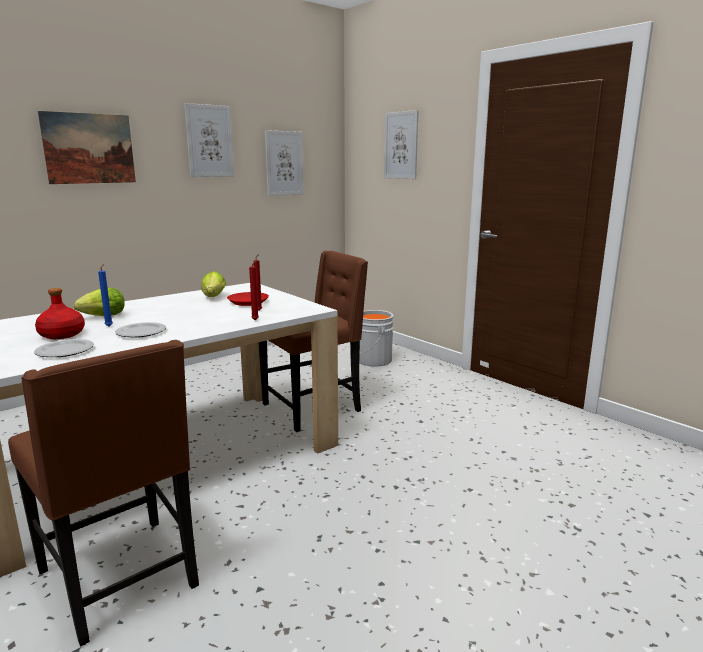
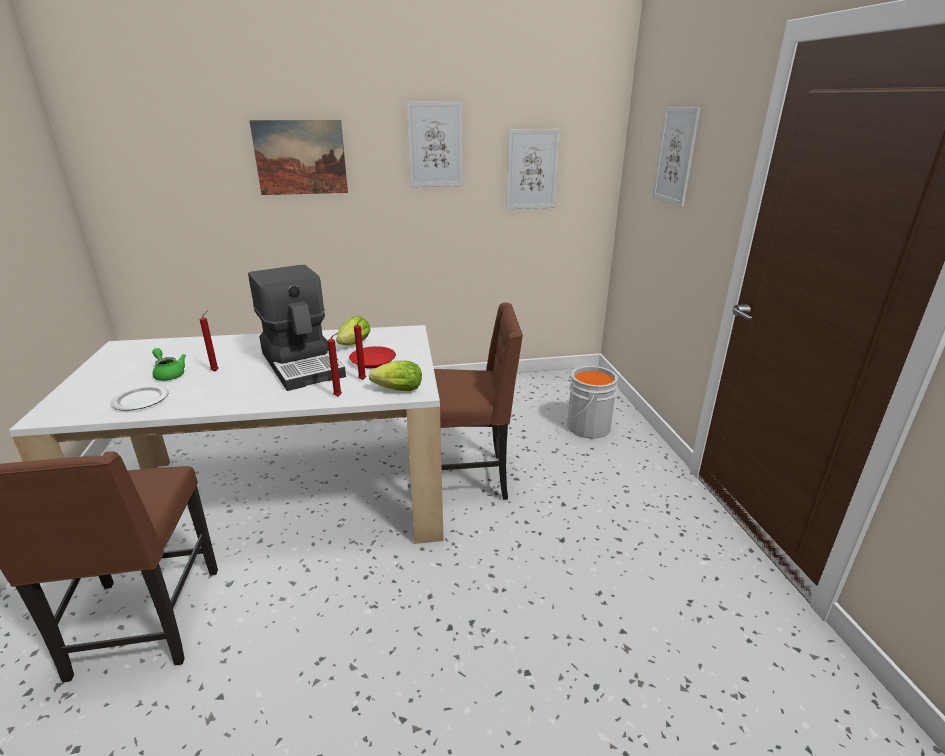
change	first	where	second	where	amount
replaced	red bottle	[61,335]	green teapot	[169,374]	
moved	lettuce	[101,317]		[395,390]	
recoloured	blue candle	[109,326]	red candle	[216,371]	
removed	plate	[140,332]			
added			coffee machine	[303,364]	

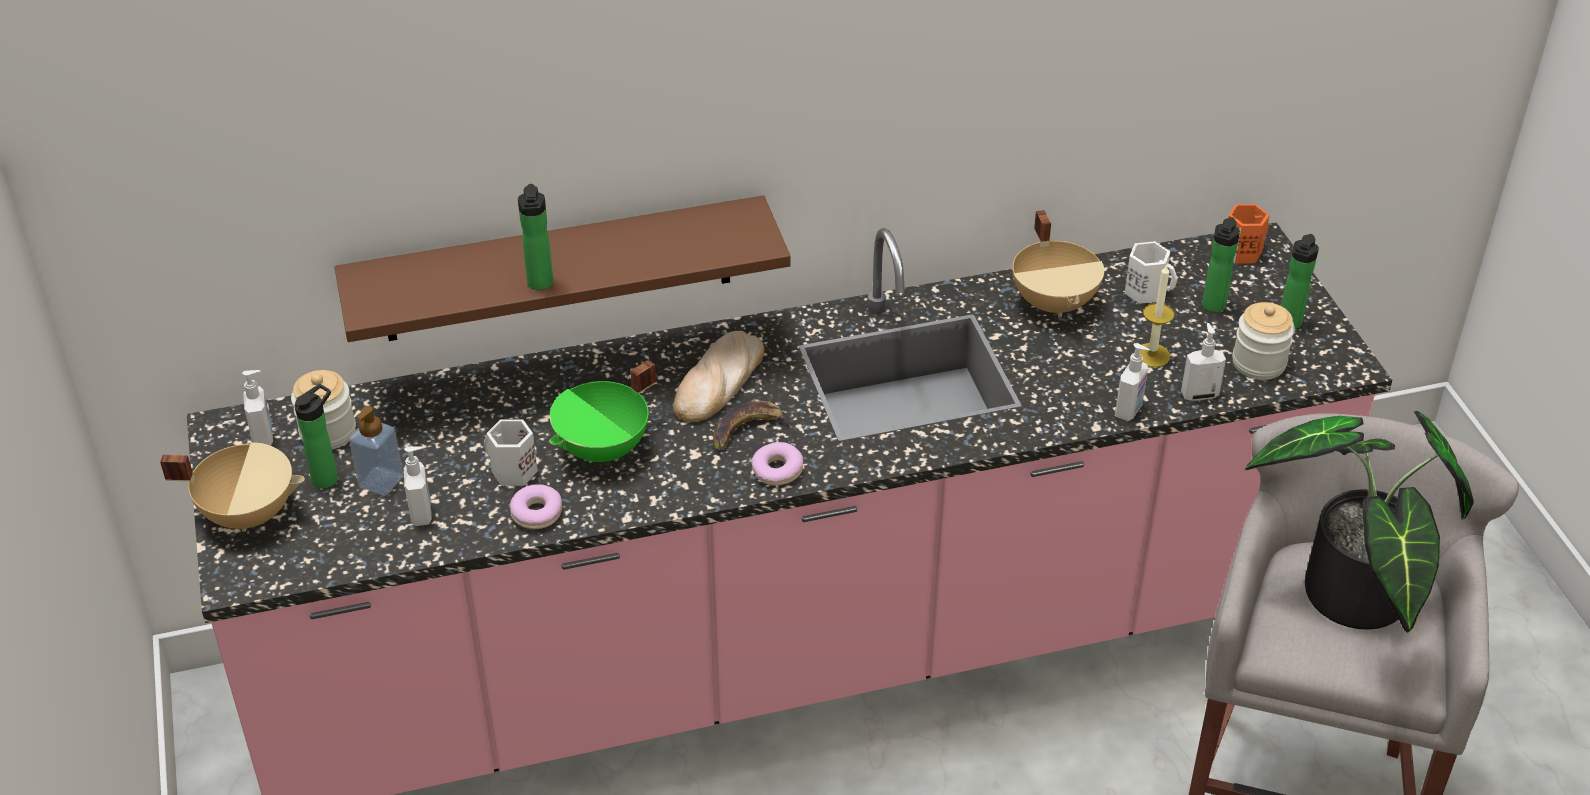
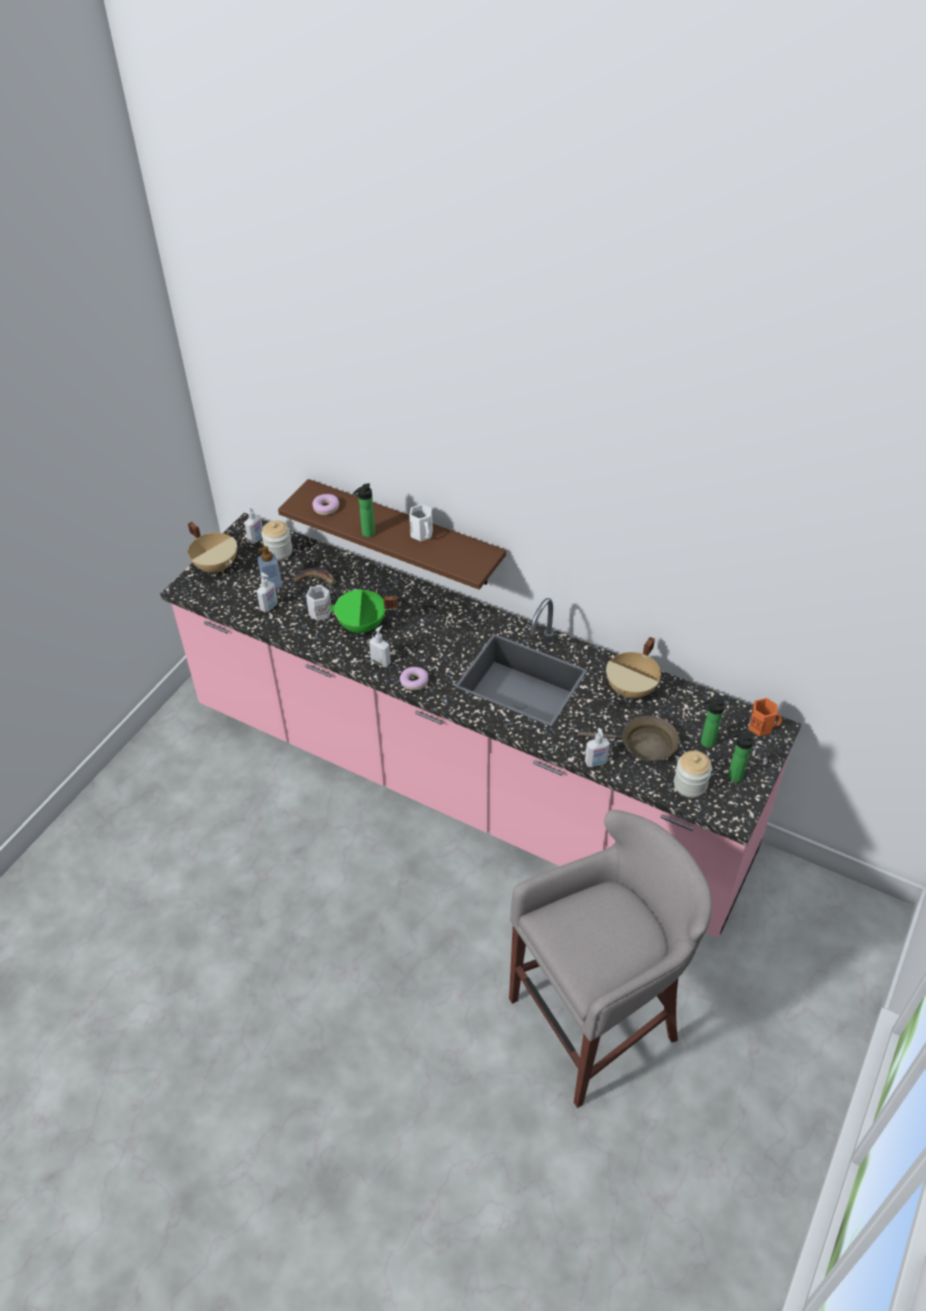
change	first	where	second	where	amount
removed	bottle	[328,477]			
moved	donut	[537,513]		[326,508]	
removed	bread	[719,382]			
moved	banana	[748,430]		[315,581]	
moved	white mug	[1146,290]		[422,533]	
replaced	candle	[1152,355]	brown frying pan	[643,745]	
moved	soap dispenser	[1199,394]		[381,661]	
removed	potted plant	[1350,602]			

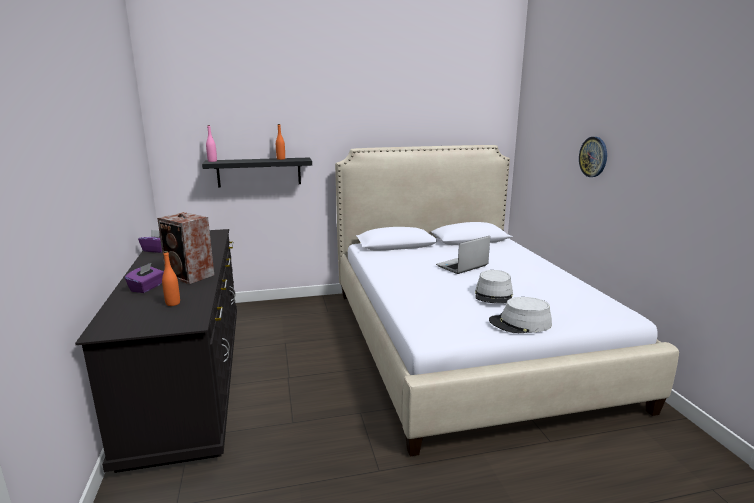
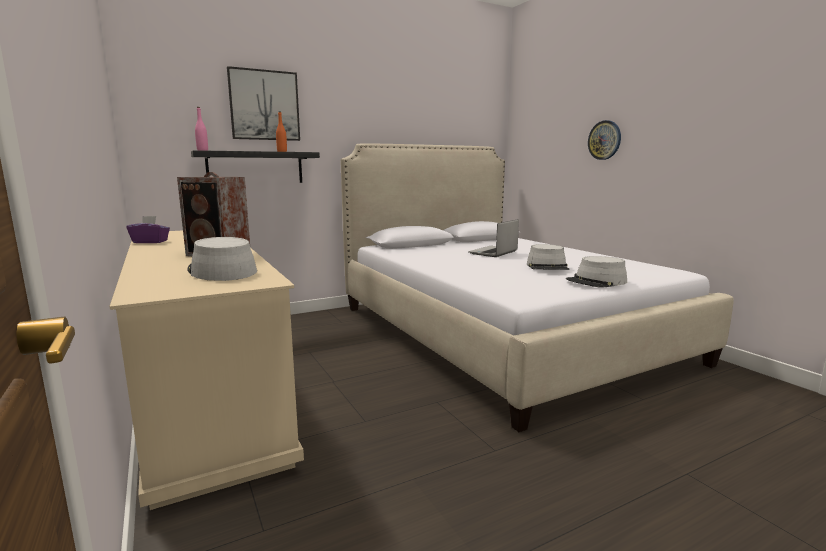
change	first	where	second	where	amount
recoloured	black dresser	[190,378]	beige dresser	[208,396]	
removed	purple tissue box	[147,288]			
replaced	orange bottle	[173,303]	grey hat	[221,271]	
added			picture	[264,105]	

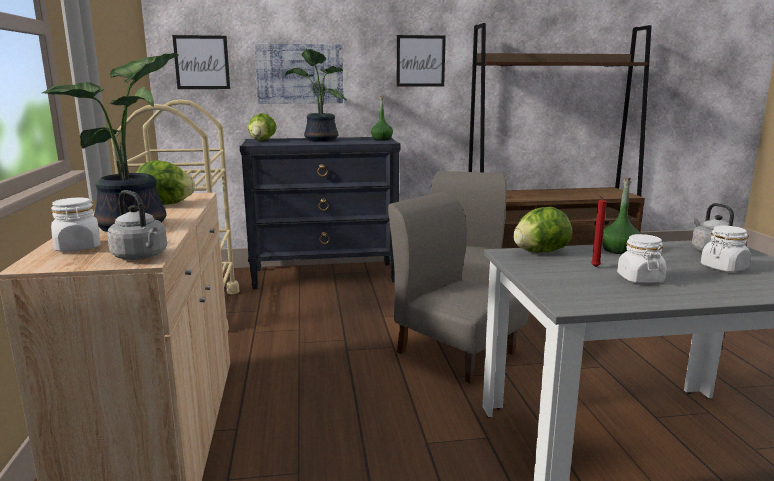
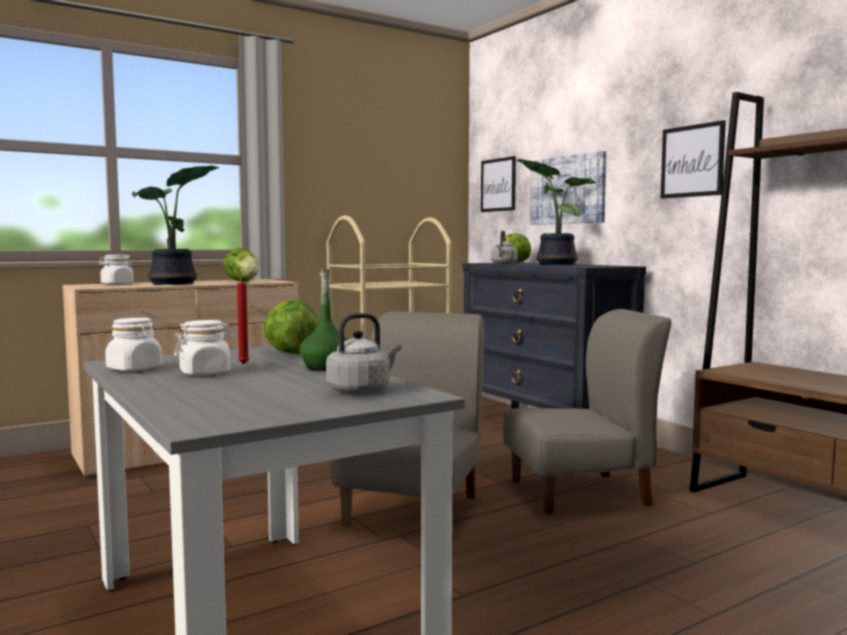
change	first	where	second	where	amount
moved	grey kettle	[141,256]		[503,263]	
removed	green bottle	[382,139]			
moved	white jar	[723,267]		[135,369]	

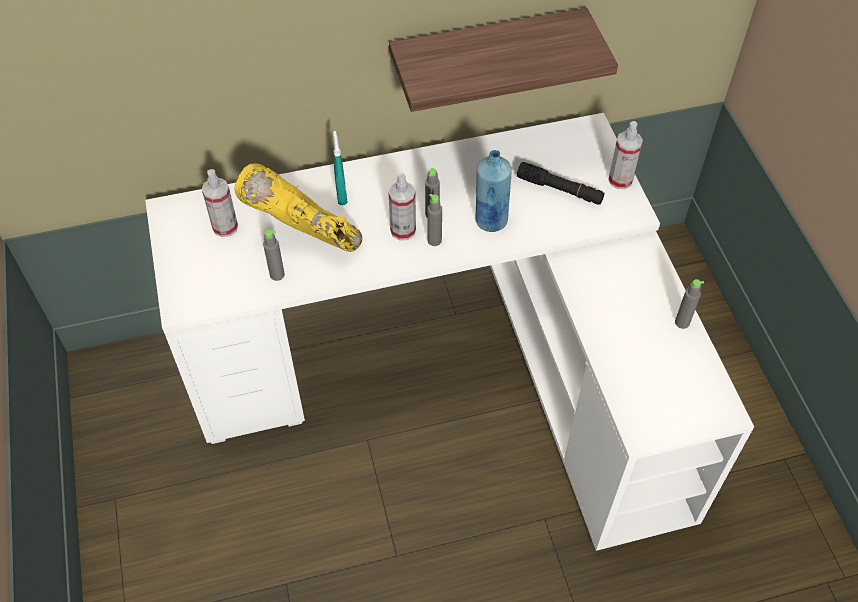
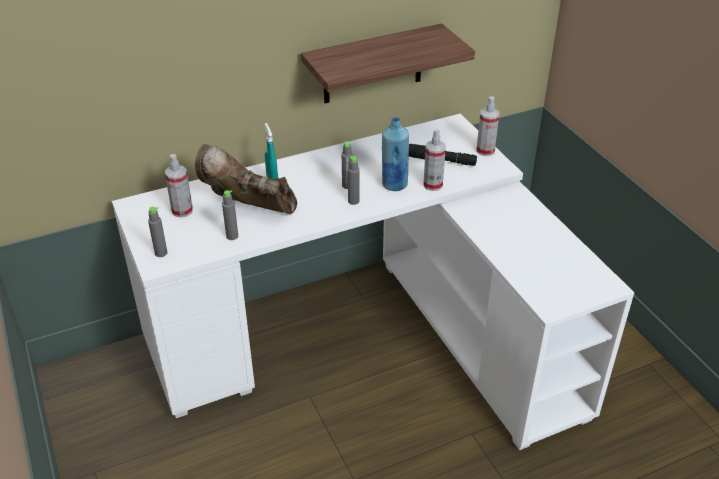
change	first	where	second	where	amount
recoloured	yellow boot	[304,237]	brown boot	[249,210]	
moved	spray bottle	[403,230]		[433,185]	
moved	grey bottle	[682,322]		[161,253]	

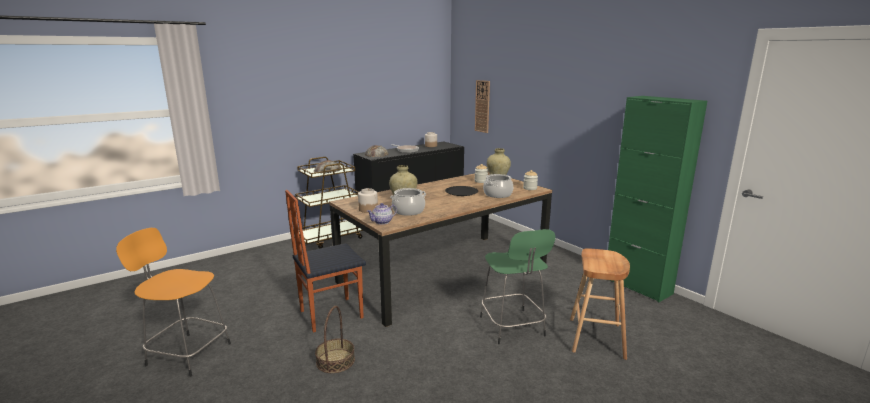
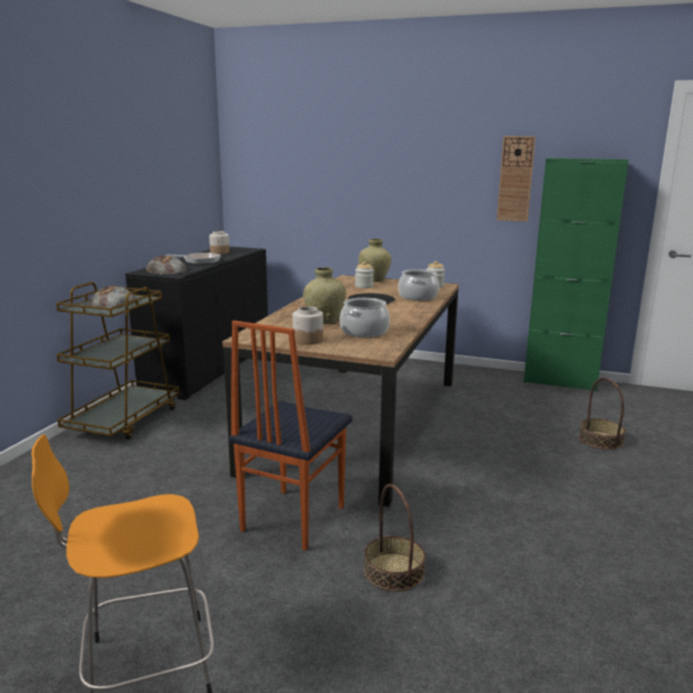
change	first	where	second	where	amount
removed	teapot	[382,222]			
moved	wall clock	[482,106]		[515,179]	
removed	green stool	[512,327]			
replaced	brown stool	[596,338]	basket	[601,440]	

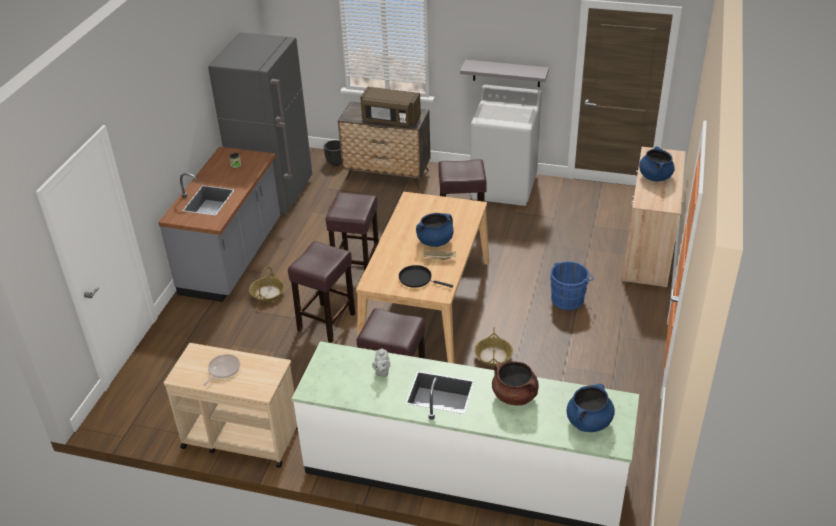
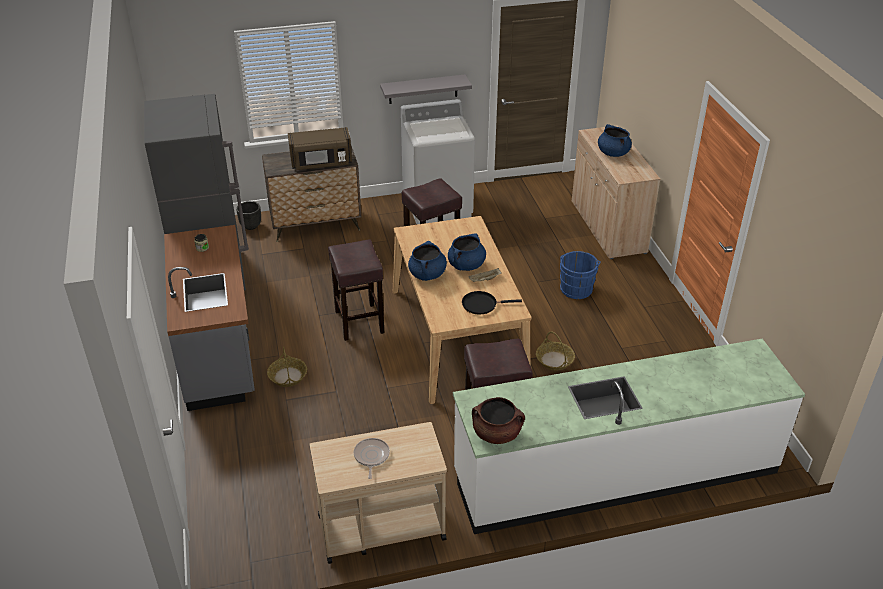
change	first	where	second	where	amount
removed	brown stool	[327,321]			
removed	grey teapot	[382,372]			
moved	brown cooking pot	[515,396]		[497,433]	
moved	blue cooking pot	[589,422]		[427,274]	

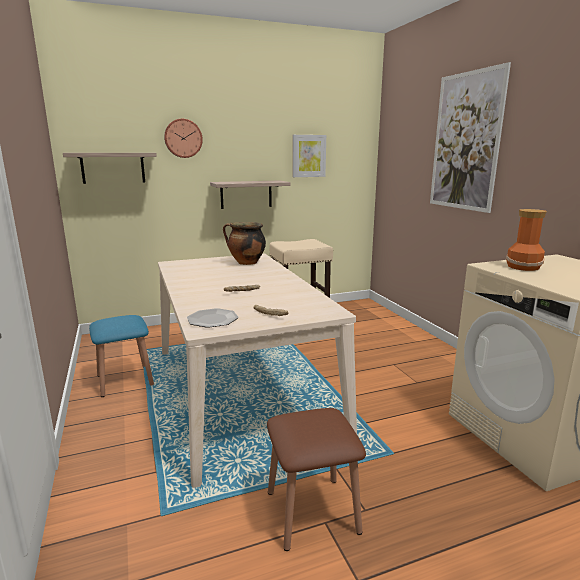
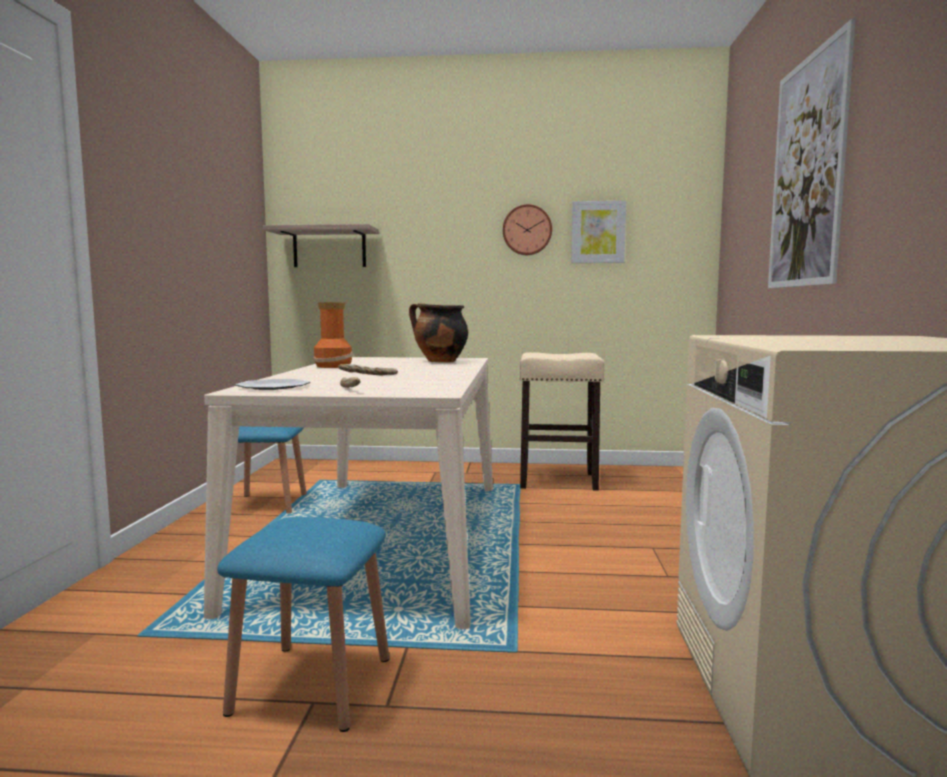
change	first	where	second	where	amount
moved	wall clock	[183,138]		[527,230]	
removed	shelf	[246,194]			
recoloured	brown stool	[312,511]	blue stool	[312,684]	
moved	vase	[523,267]		[334,366]	

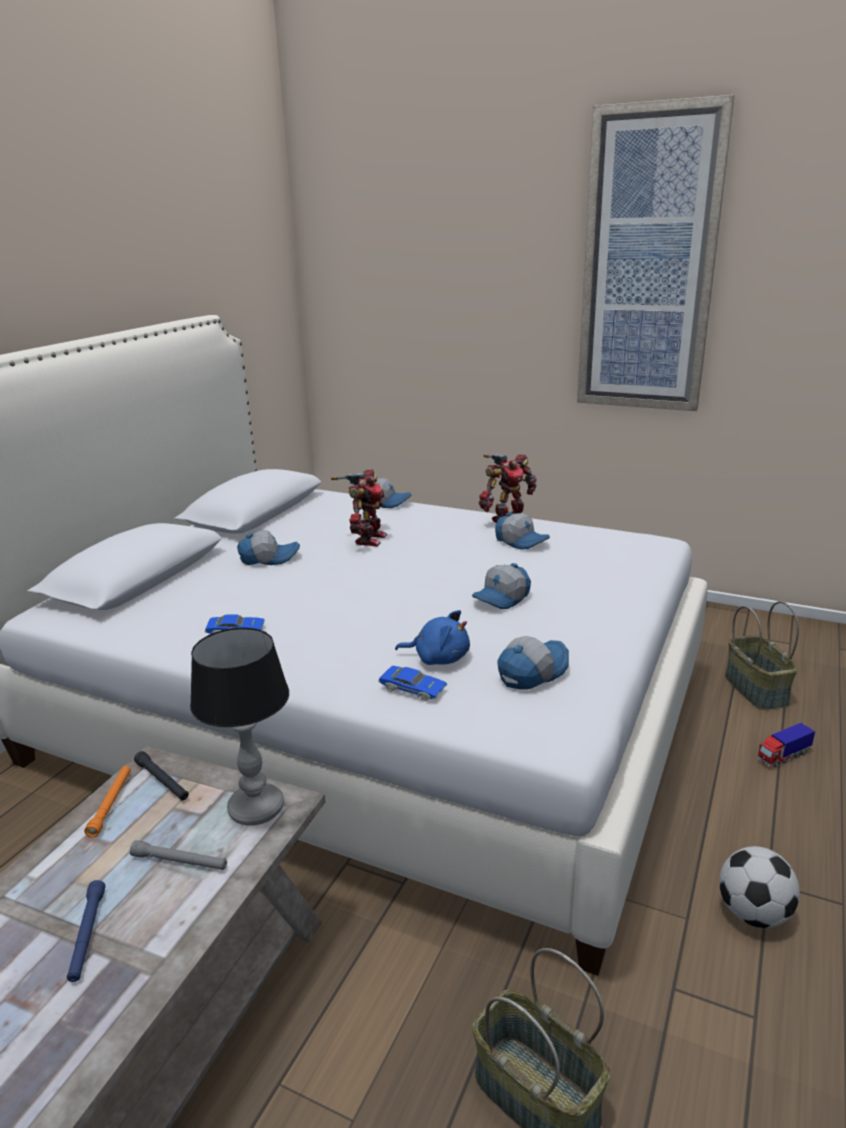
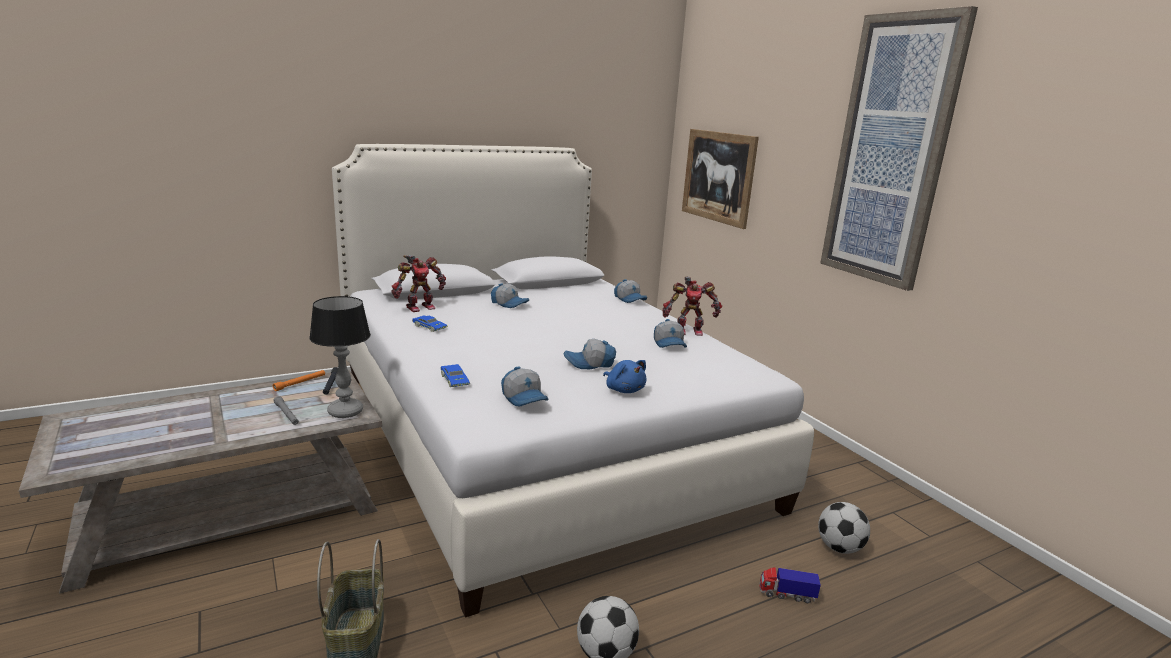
change	first	where	second	where	amount
removed	blue flashlight	[87,935]			
moved	toy robot	[368,539]		[419,307]	
moved	blue plush toy	[438,658]		[624,389]	
turned	cap	[531,672]		[525,398]	60 degrees clockwise
replaced	basket	[757,690]	football	[839,548]	
added			picture	[718,176]	

